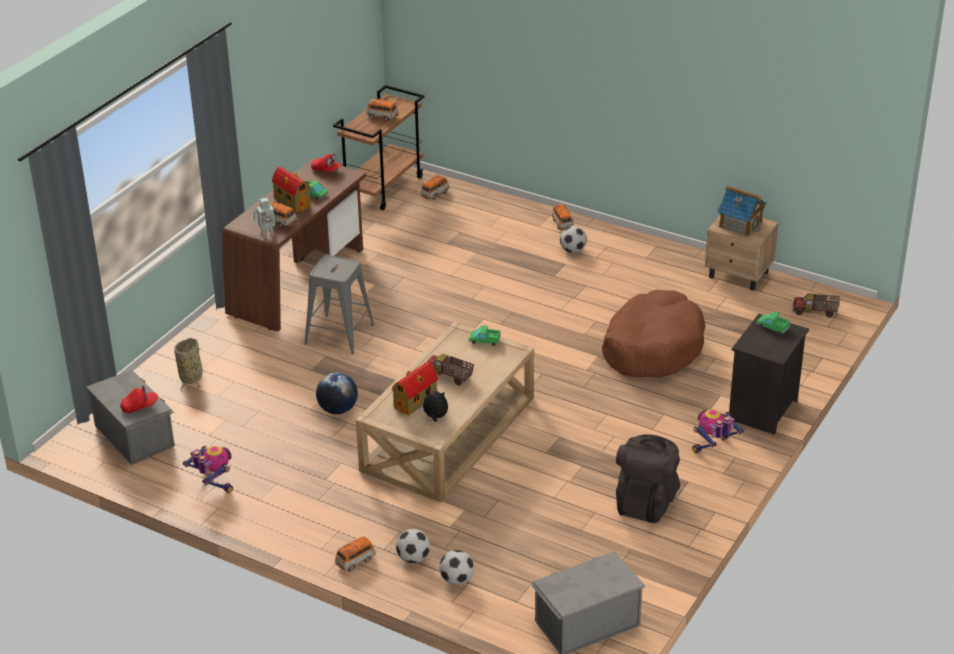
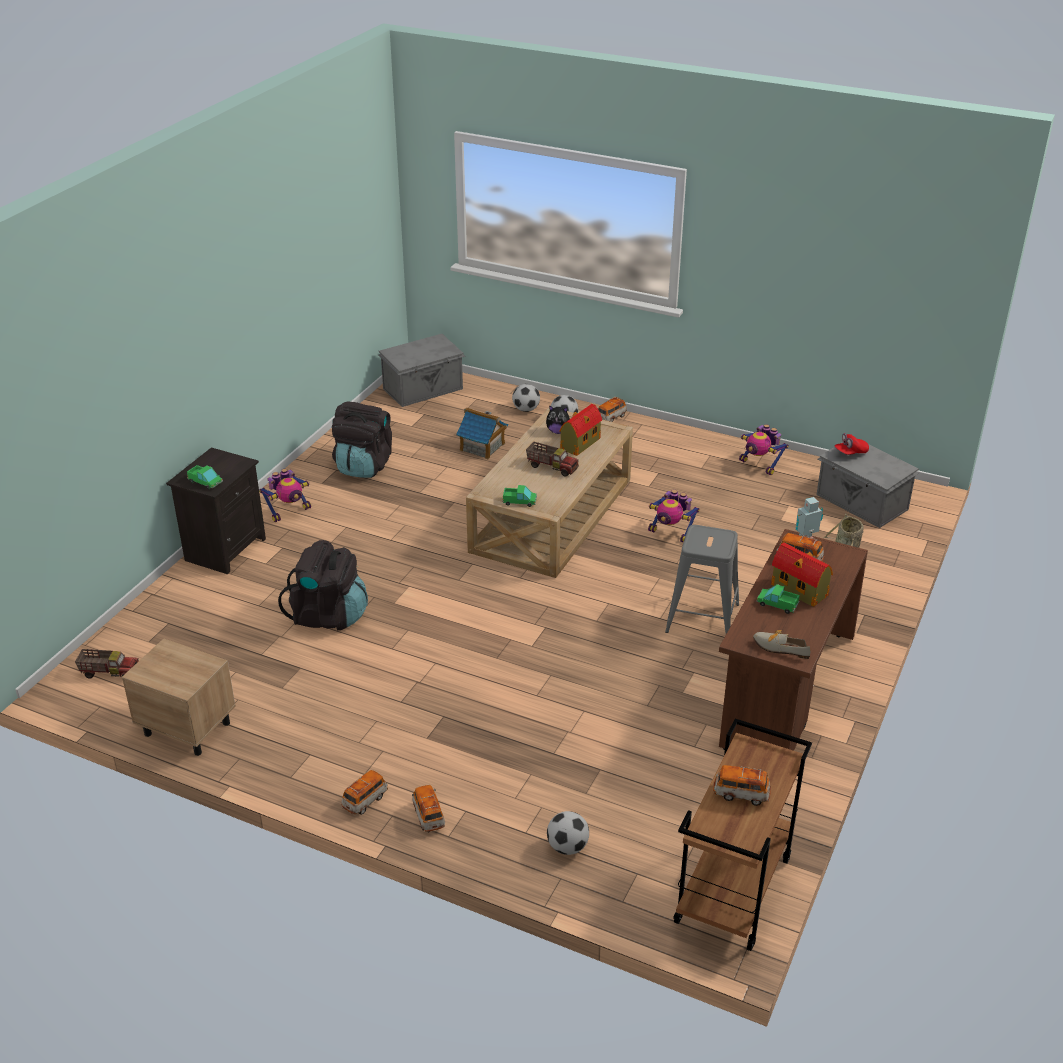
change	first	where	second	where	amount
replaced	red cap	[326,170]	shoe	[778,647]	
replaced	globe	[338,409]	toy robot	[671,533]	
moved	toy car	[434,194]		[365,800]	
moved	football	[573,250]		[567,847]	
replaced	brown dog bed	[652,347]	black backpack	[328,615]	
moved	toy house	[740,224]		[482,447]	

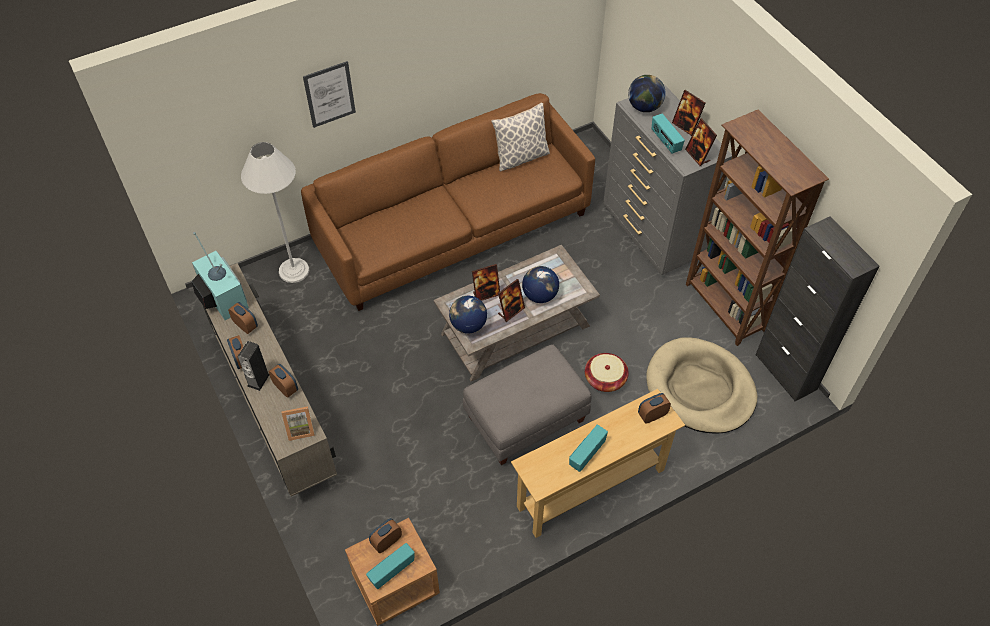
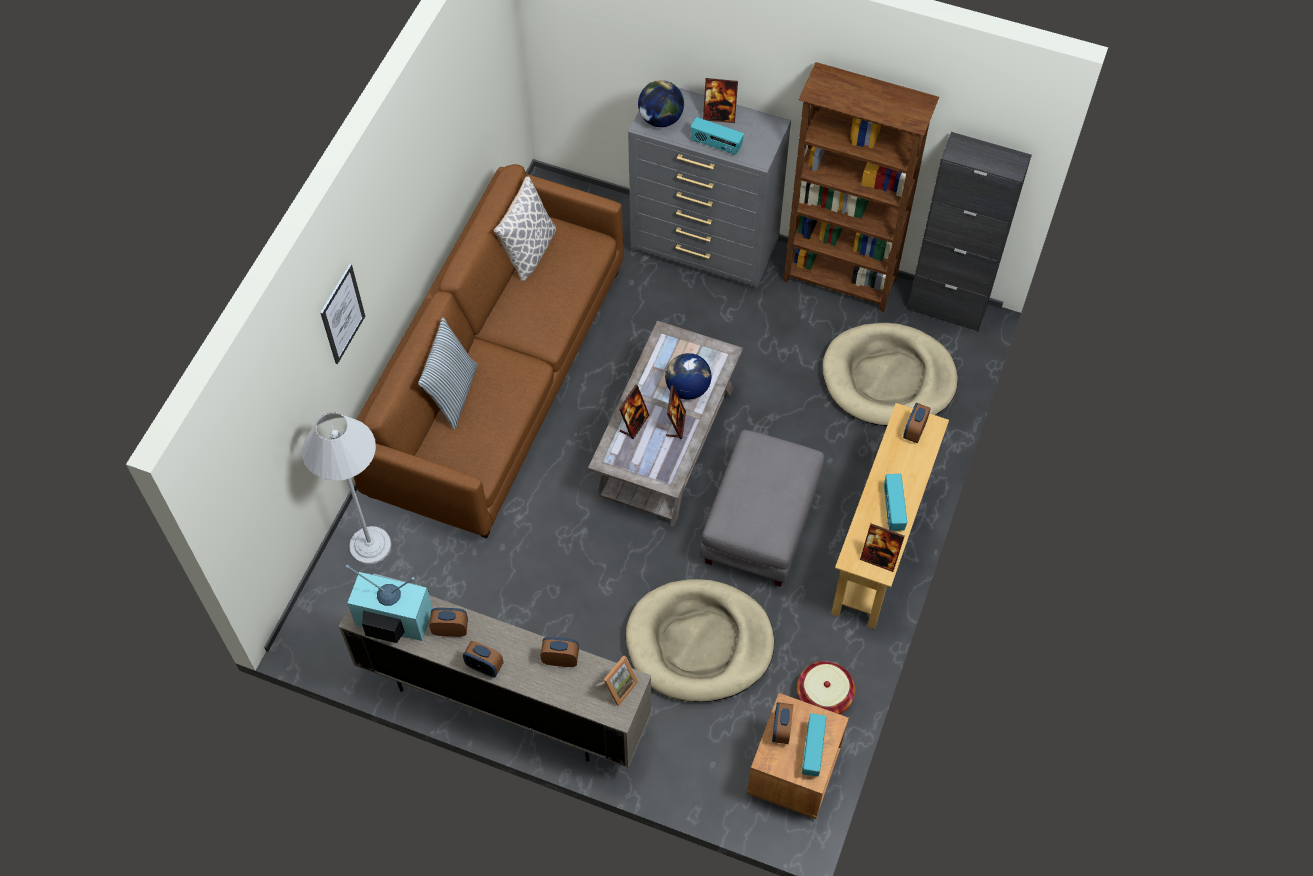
change	first	where	second	where	amount
removed	speaker	[258,380]			
removed	globe	[468,325]			
moved	basket	[605,379]		[824,695]	
moved	picture frame	[697,156]		[879,558]	
added			pillow	[452,394]	
added			beige dog bed	[699,643]	

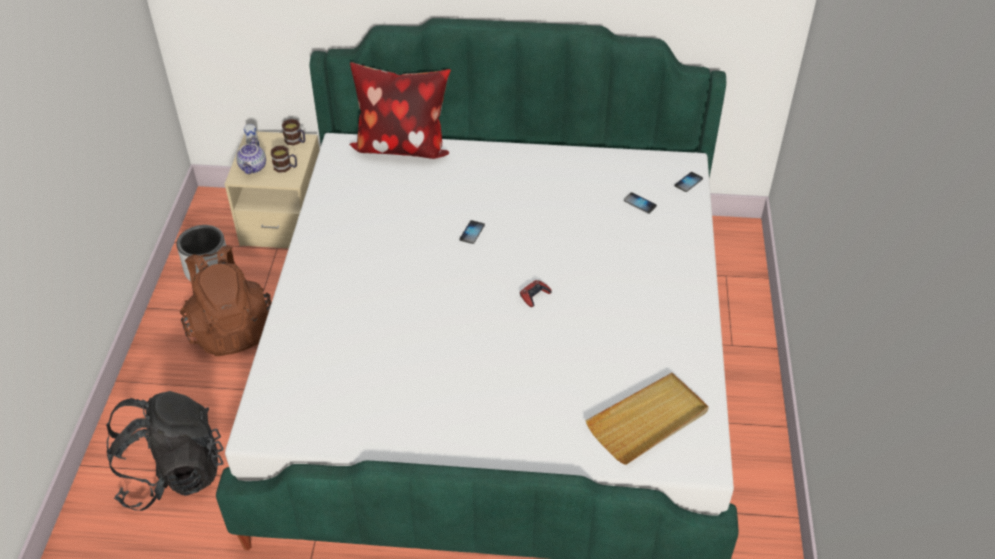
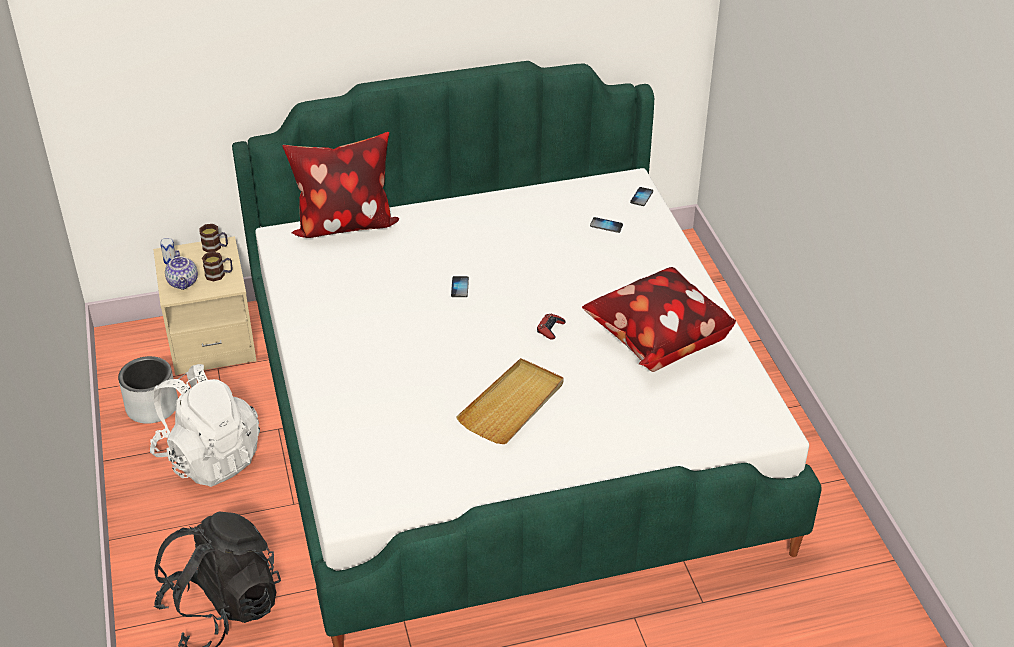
change	first	where	second	where	amount
recoloured	brown backpack	[230,328]	white backpack	[209,457]	
moved	beige tray	[648,421]		[512,404]	
added			pillow	[655,341]	

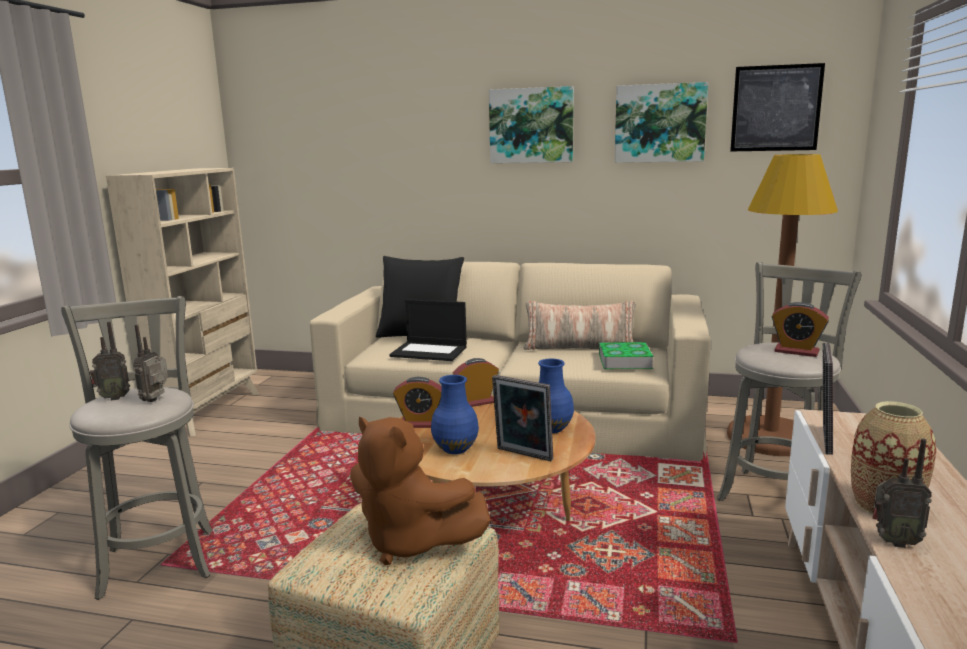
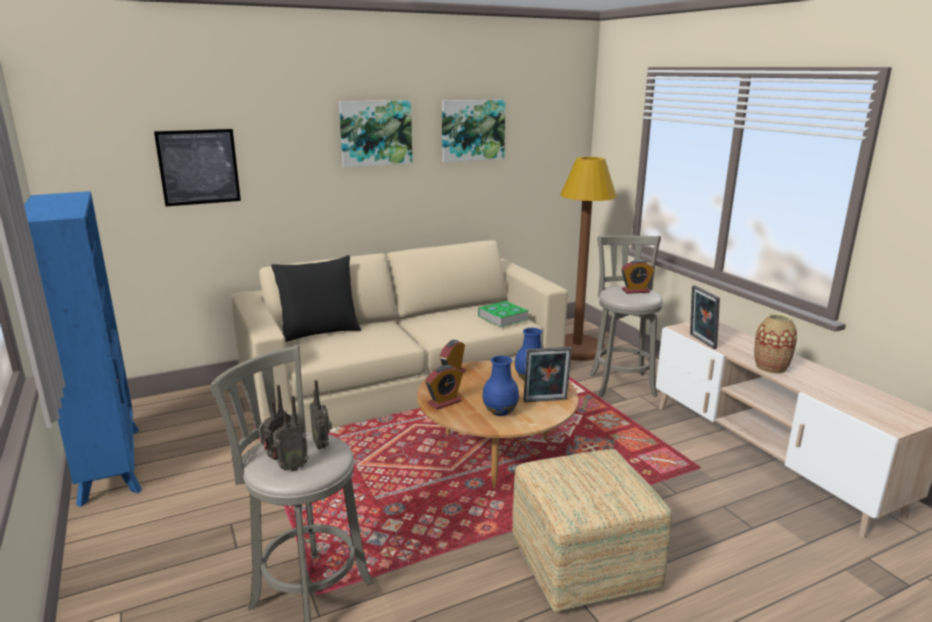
change	first	where	second	where	amount
recoloured	beige bookcase	[208,411]	blue bookcase	[111,464]	
removed	brown plush toy	[411,542]			
removed	laptop	[430,351]			
removed	pillow	[579,347]			
moved	picture	[776,108]		[199,167]	
moved	radio	[893,541]		[291,467]	

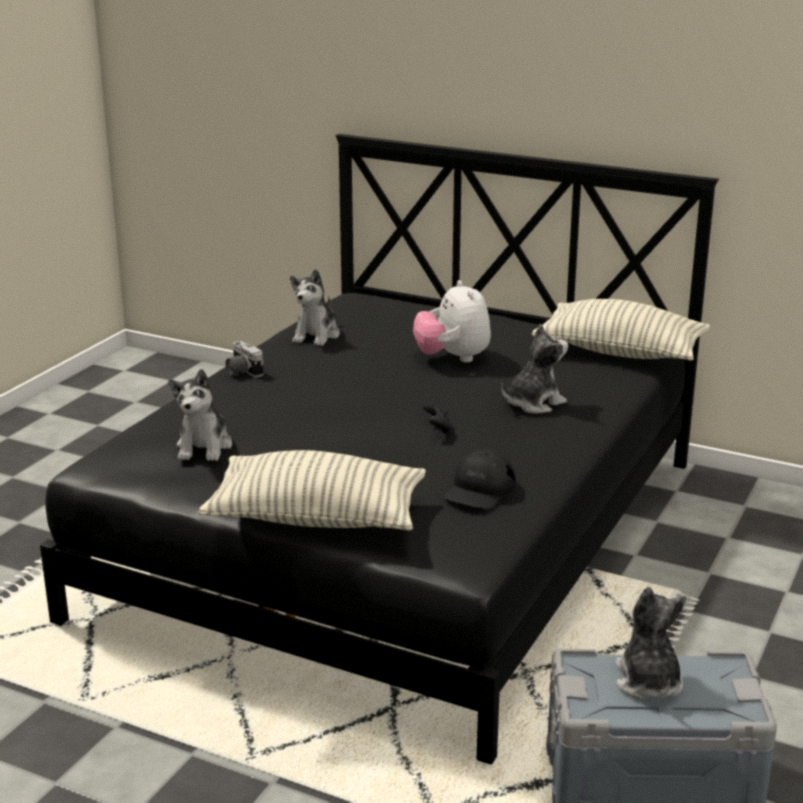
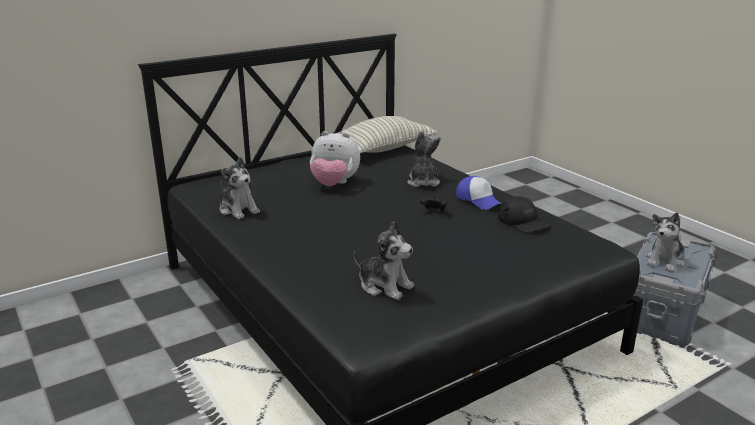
change	first	where	second	where	amount
removed	pillow	[316,518]			
removed	photo camera	[241,371]			
turned	plush toy	[648,682]		[665,261]	75 degrees counterclockwise
added			cap	[478,200]	

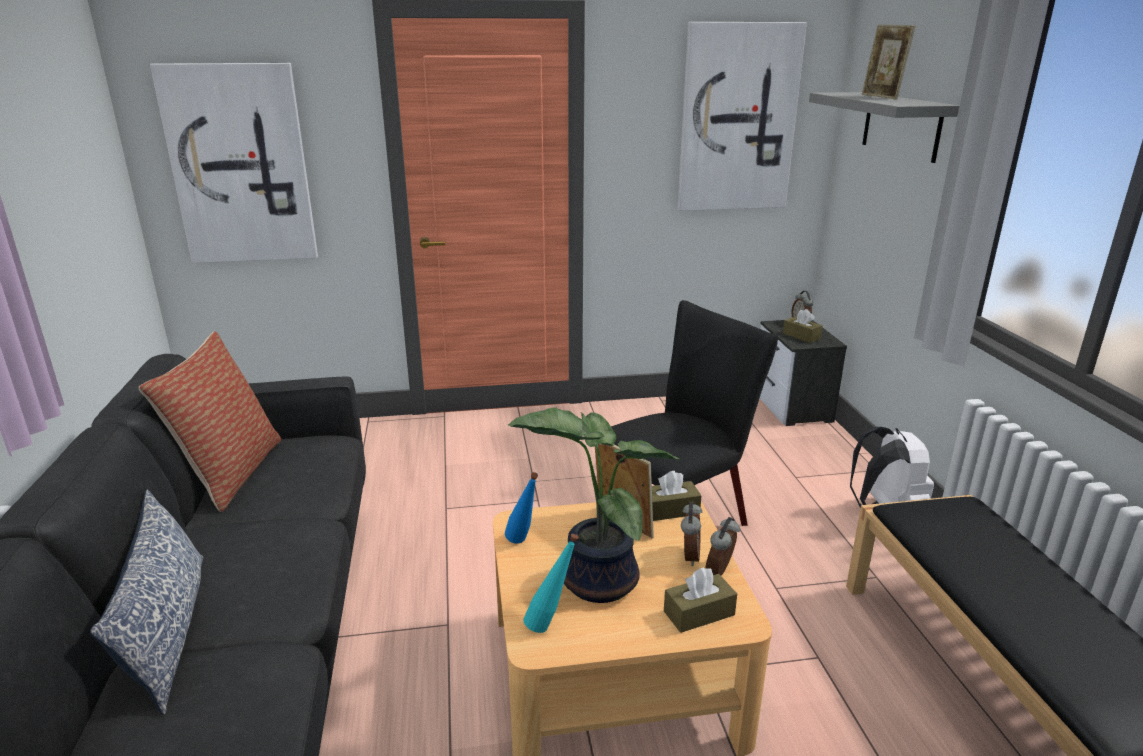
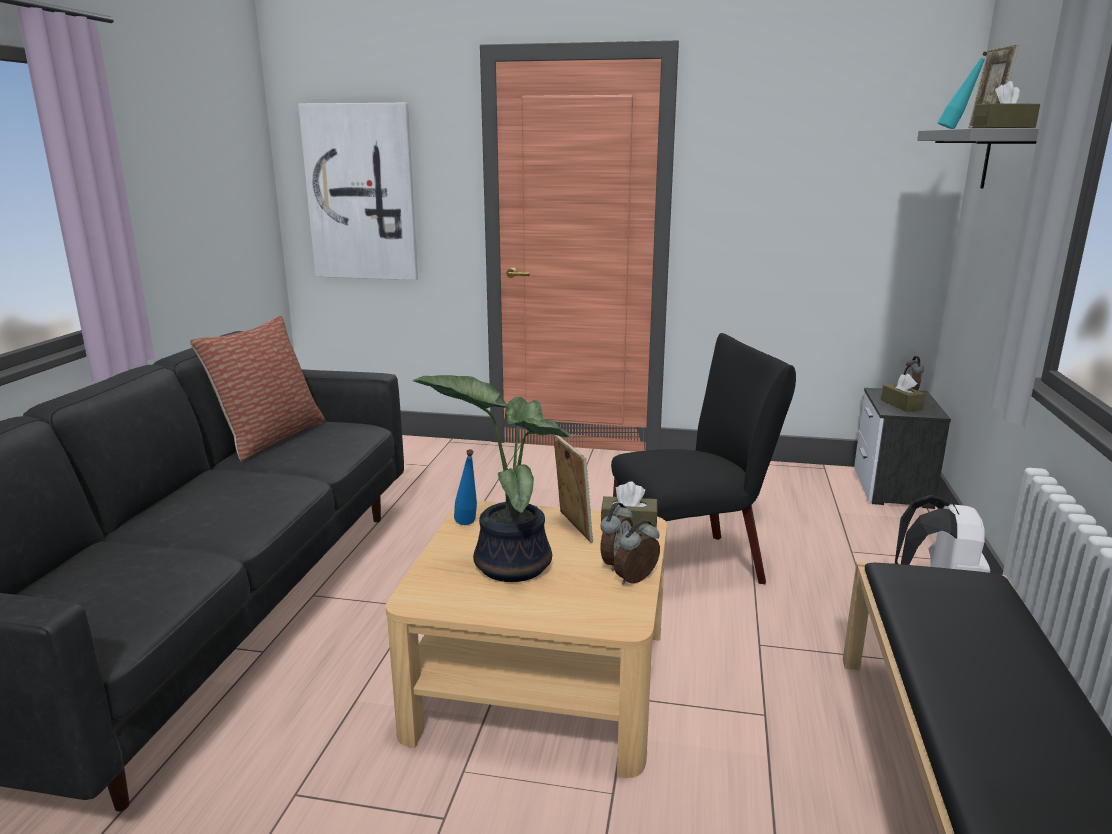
change	first	where	second	where	amount
removed	pillow	[168,629]			
moved	turquoise bottle	[551,625]		[956,129]	
moved	brown tissue box	[699,613]		[1003,127]	
removed	picture	[737,119]			

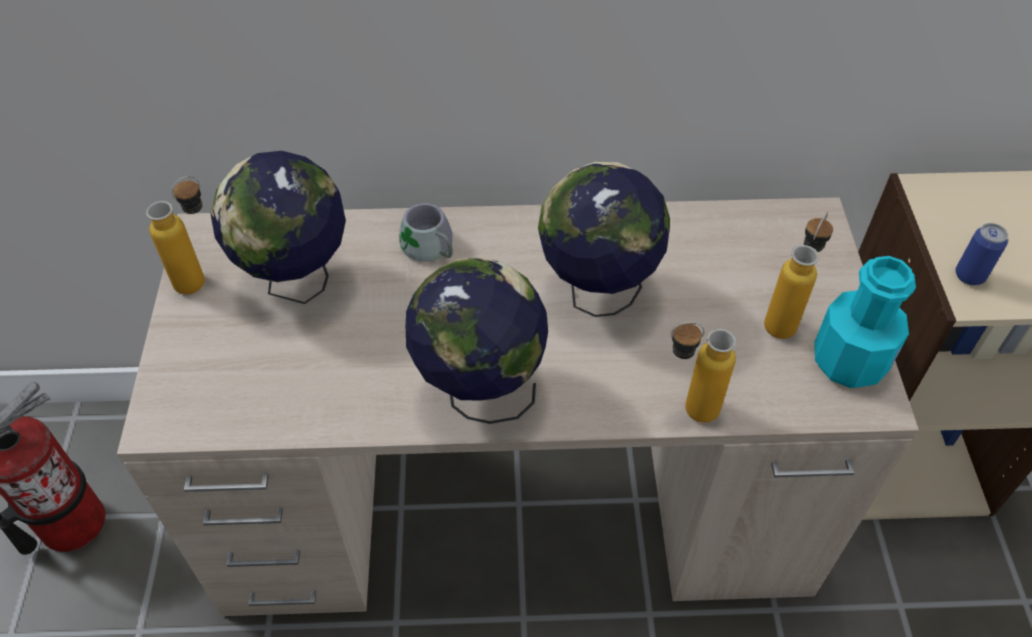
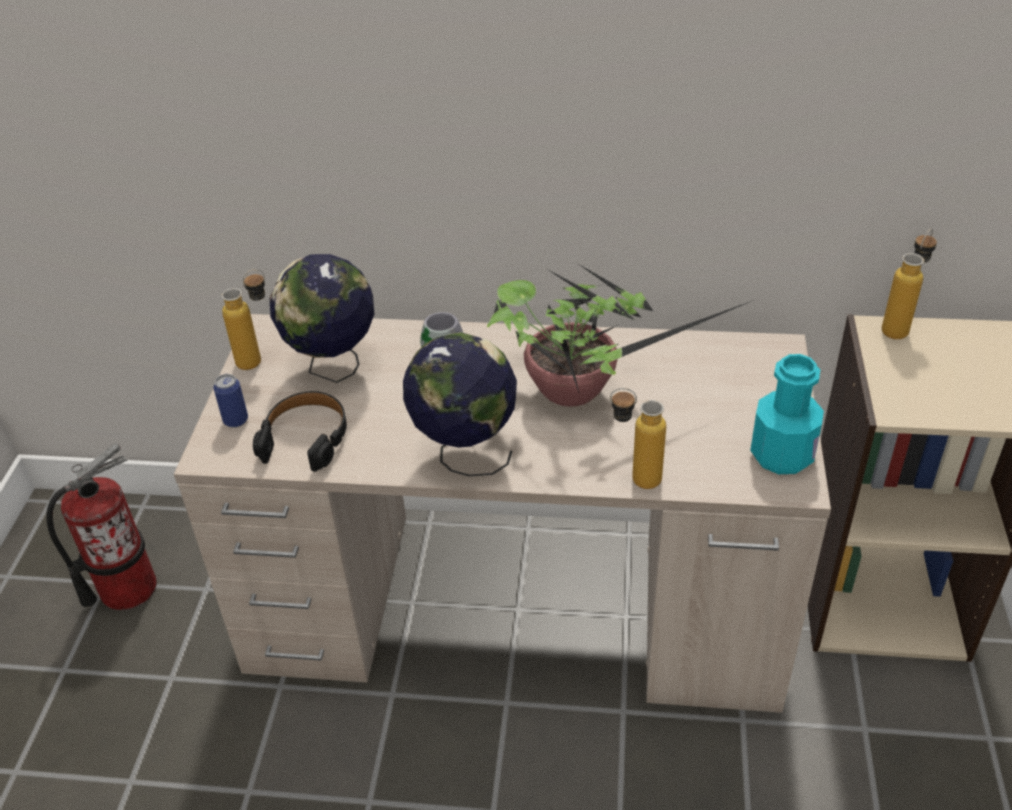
change	first	where	second	where	amount
replaced	globe	[597,293]	potted plant	[577,391]	
moved	bottle	[785,318]		[899,327]	
moved	can	[969,276]		[236,420]	
added			black headphones	[306,438]	

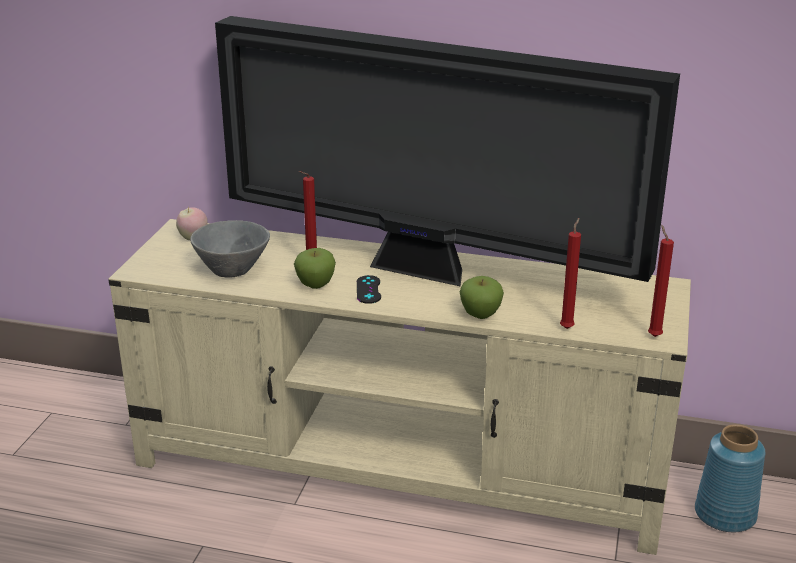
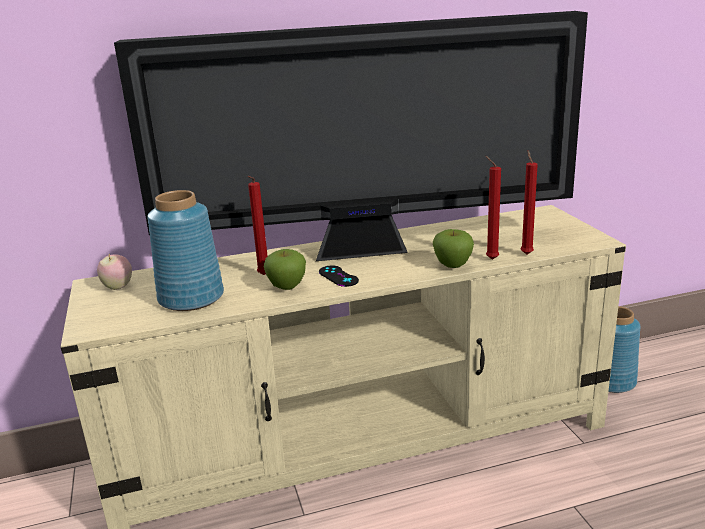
change	first	where	second	where	amount
replaced	grey bowl	[234,269]	blue vase	[192,298]	
moved	red candle	[653,335]		[490,259]	

